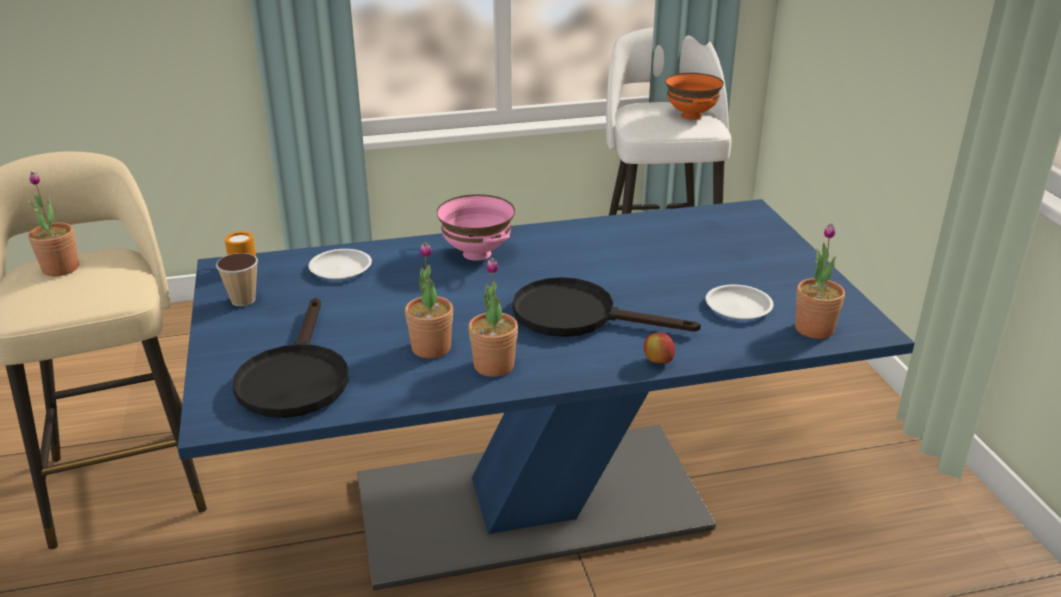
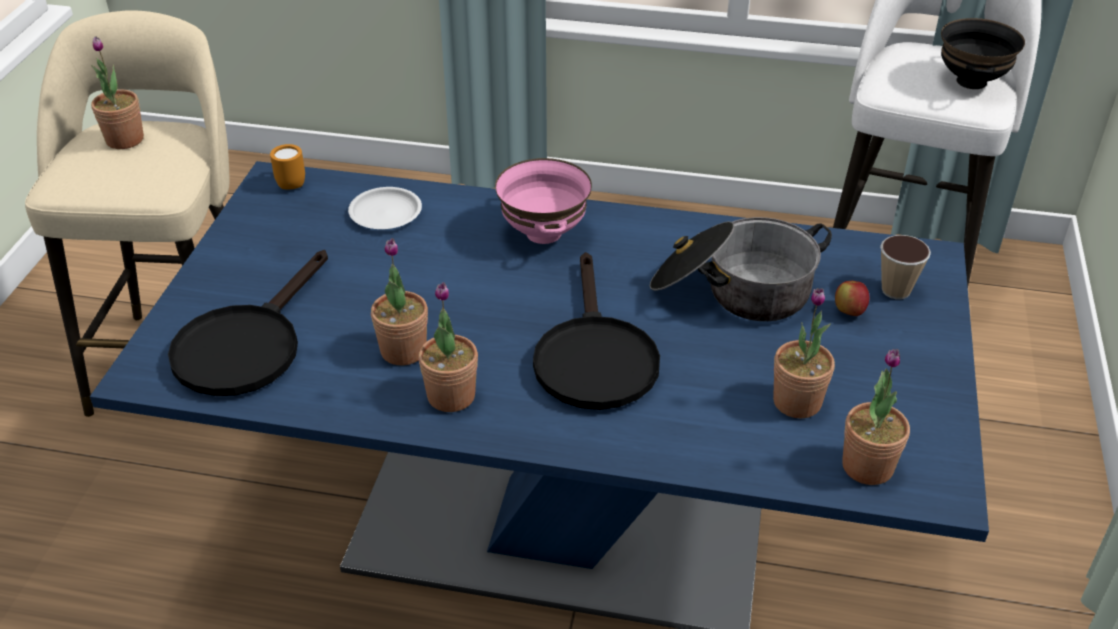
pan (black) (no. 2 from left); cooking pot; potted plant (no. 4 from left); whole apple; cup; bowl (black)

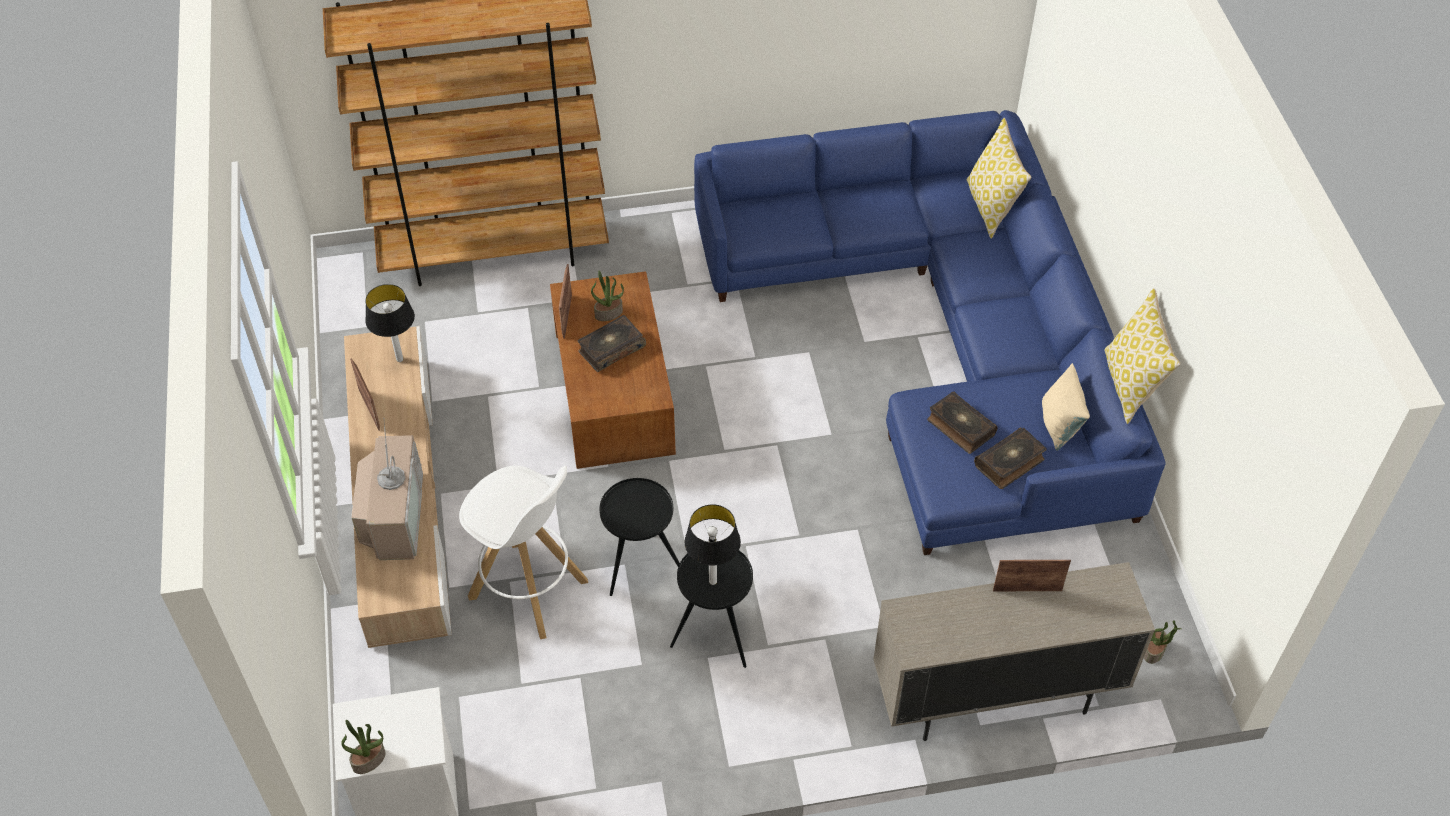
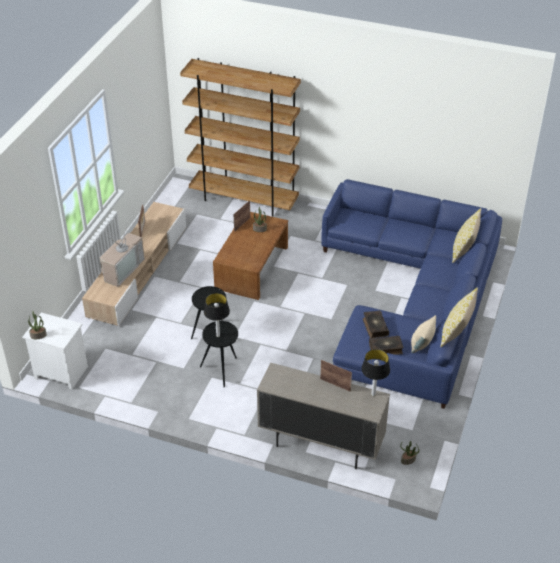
lamp for a table (no. 2 from left); sitting stool (white); book (no. 1 from left in the first image)

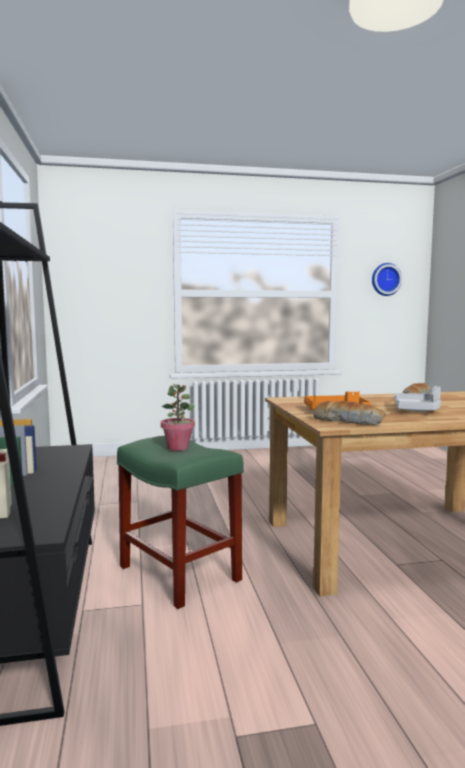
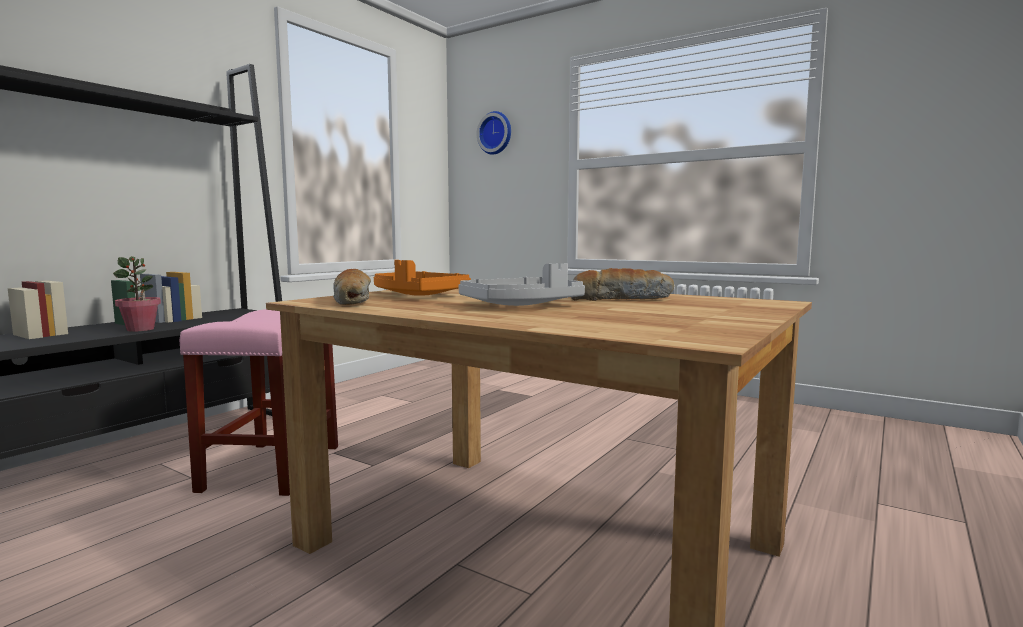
potted plant; sitting stool (pink-coloured); hanging clock

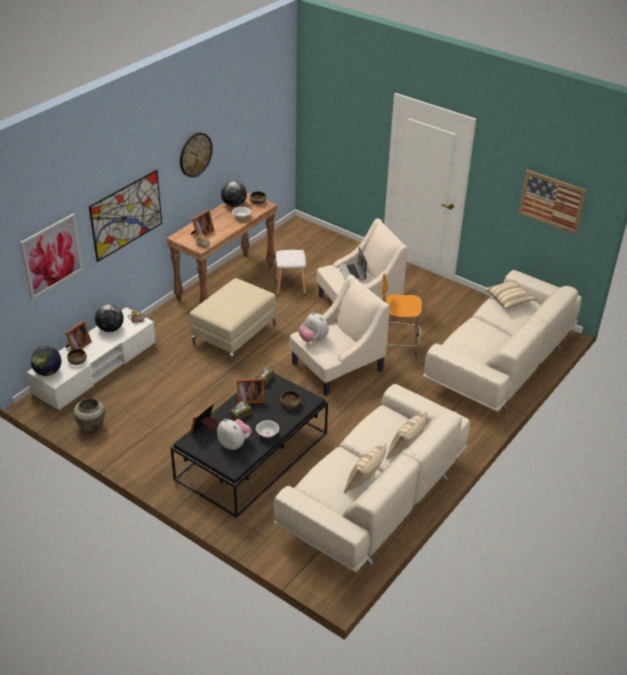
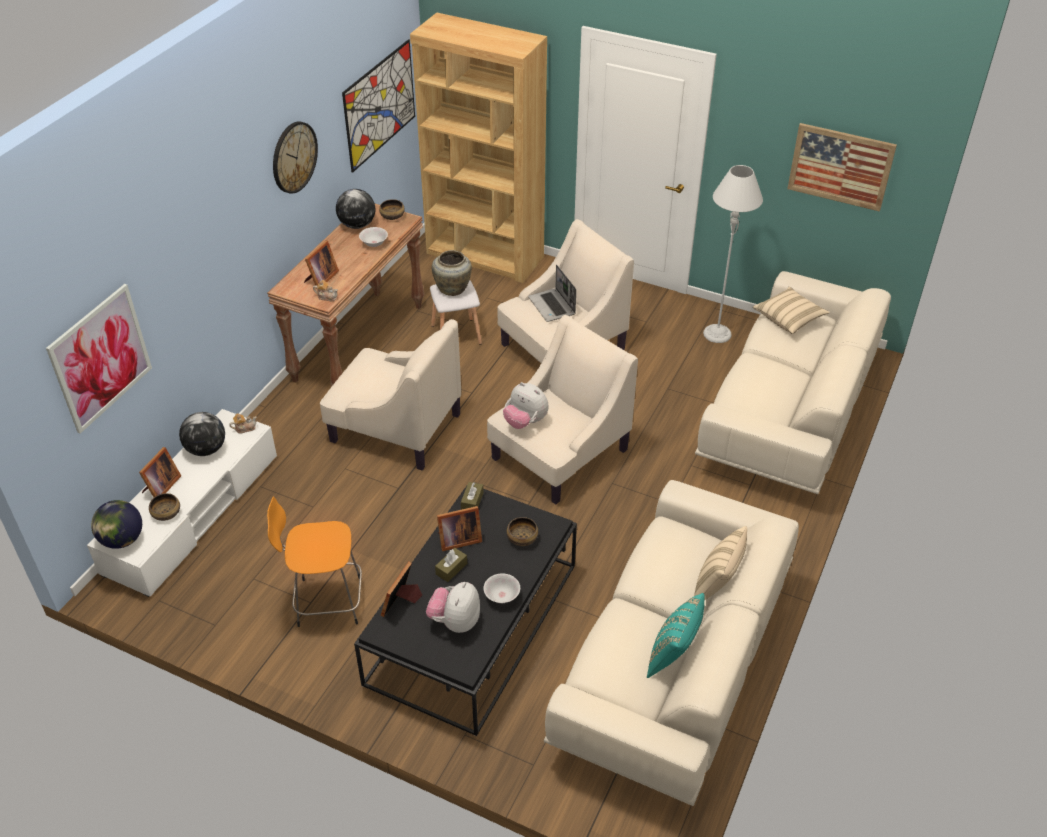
sitting stool (orange-coloured); easy chair (beige-coloured) (no. 1 from left); picture (no. 2 from left); shelving unit (brown-coloured); cuddly toy (no. 1 from left); flower vase (beige-coloured); throw pillow (blue-green); floor lamp (gray)

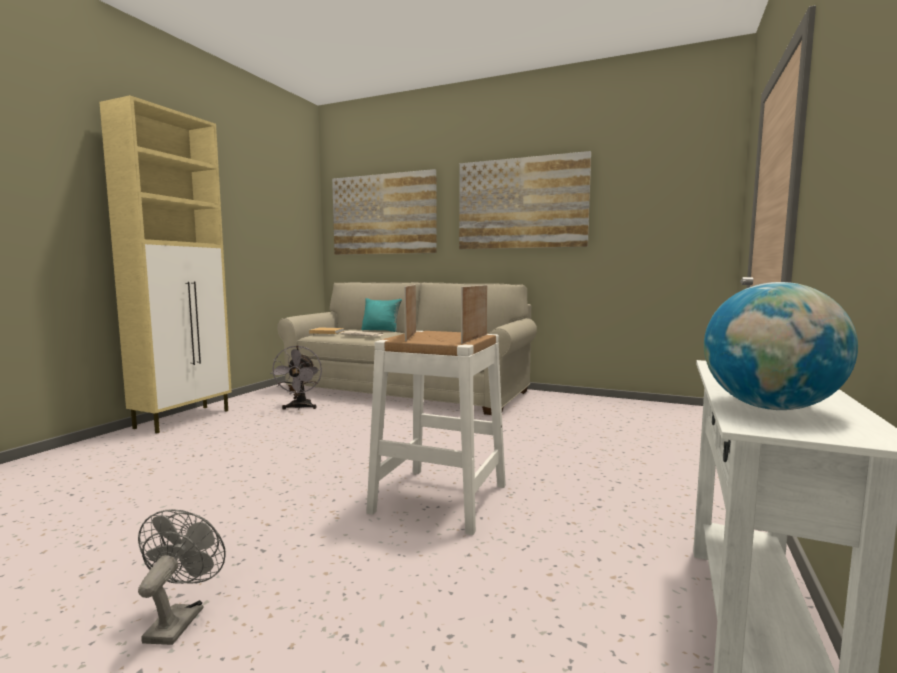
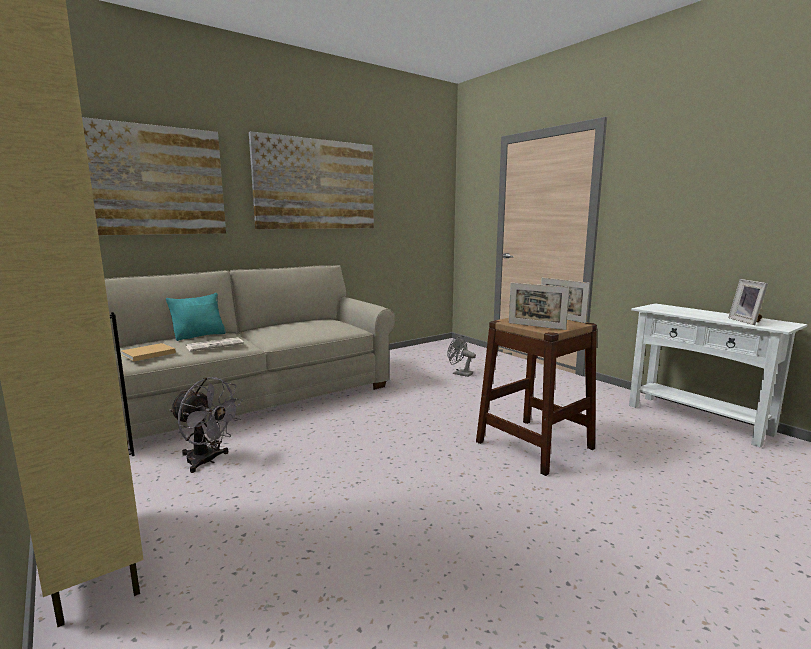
electric fan (gray) (no. 2 from left); sitting stool (brown-coloured); standing frame (no. 3 from left)

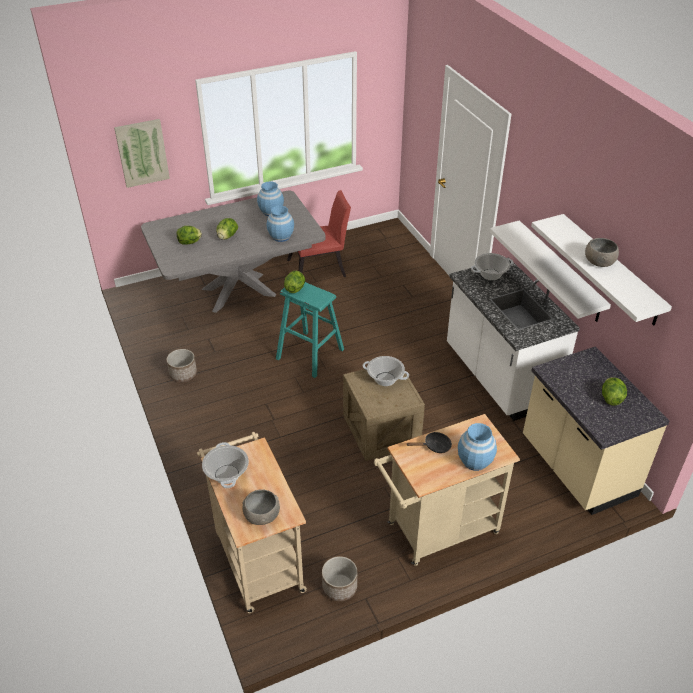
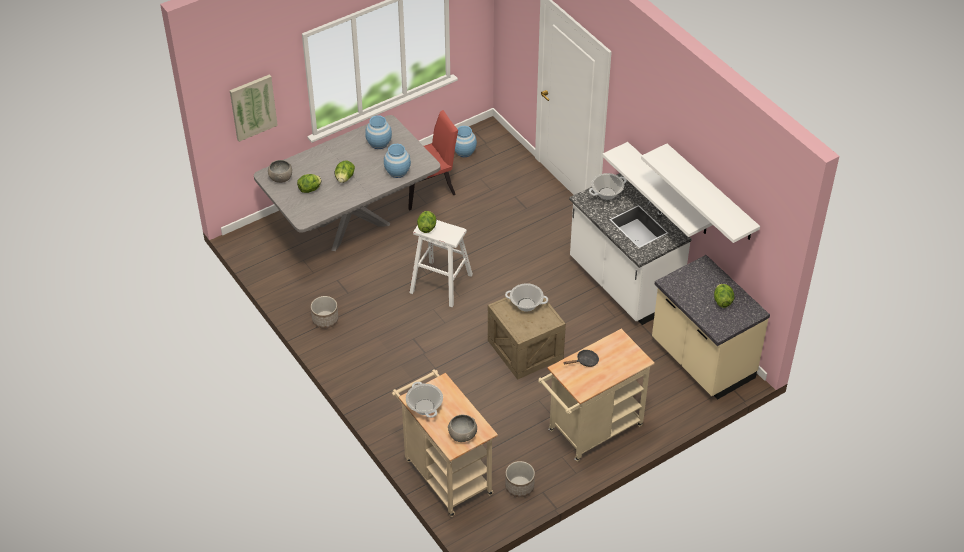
bowl (gray) (no. 1 from left); sitting stool (white); flower vase (blue) (no. 3 from left)

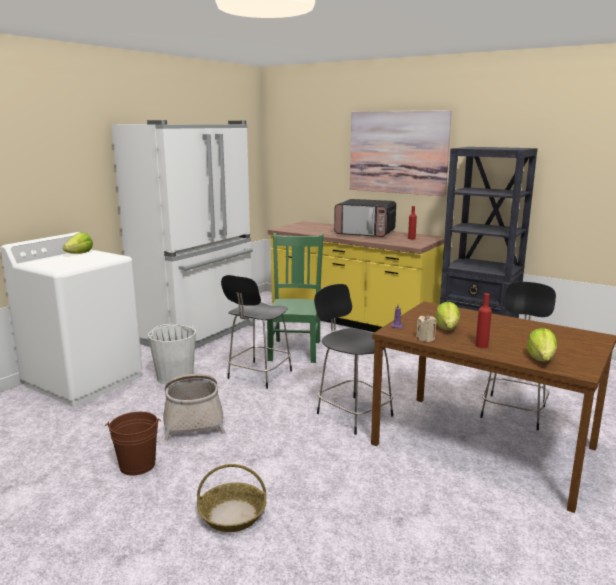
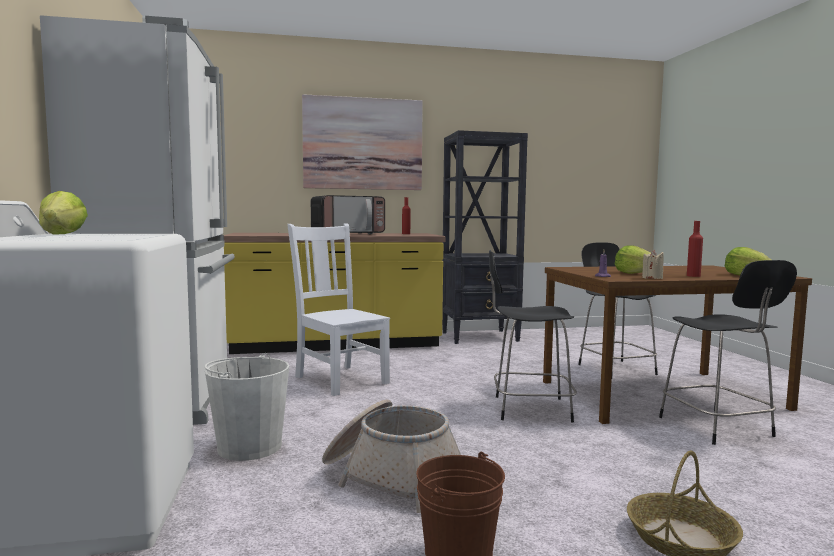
upright chair (white); sitting stool (black) (no. 3 from left)

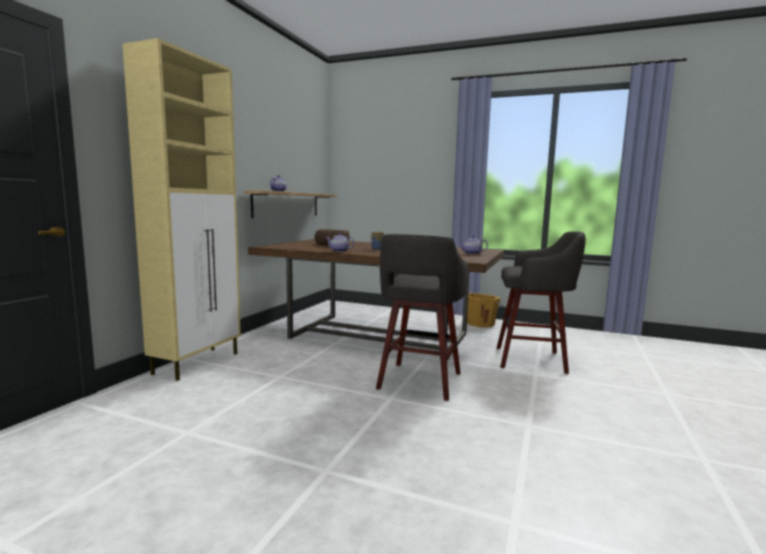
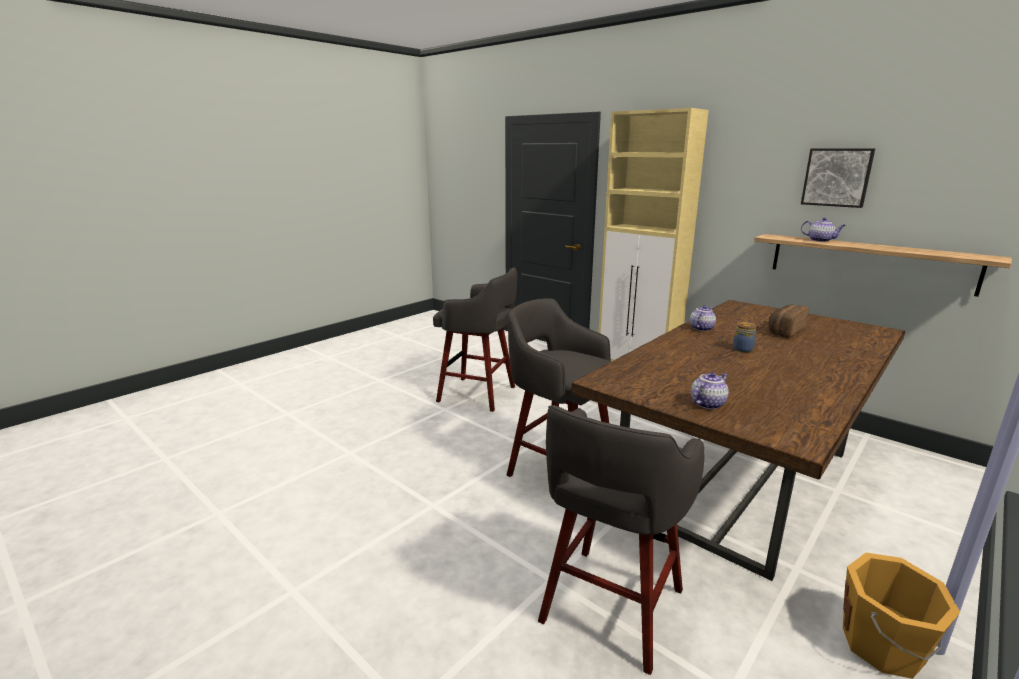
sitting stool (gray) (no. 1 from left); picture

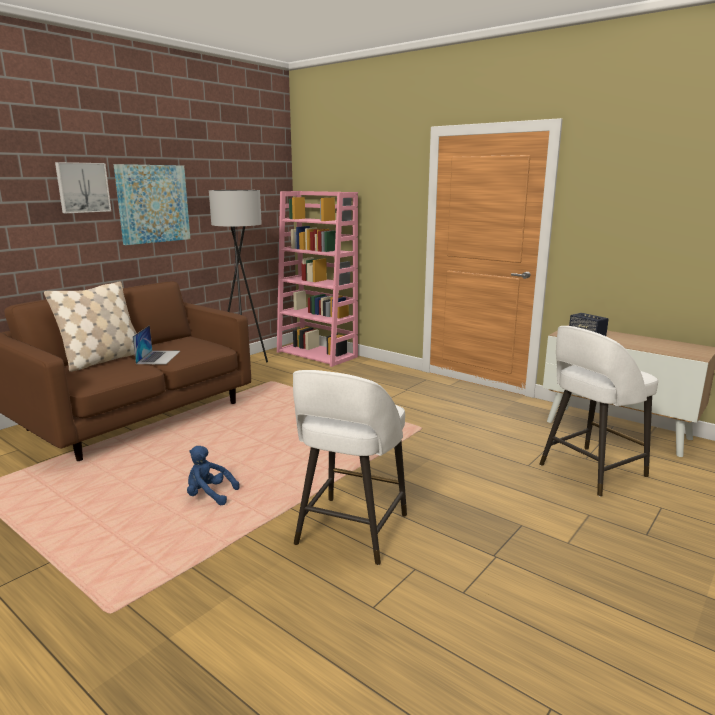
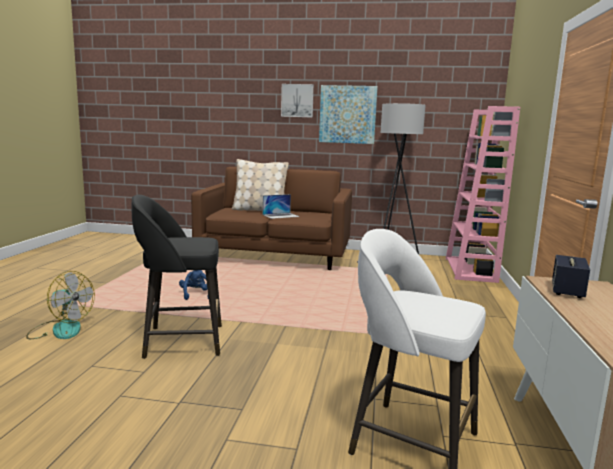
electric fan; sitting stool (black)

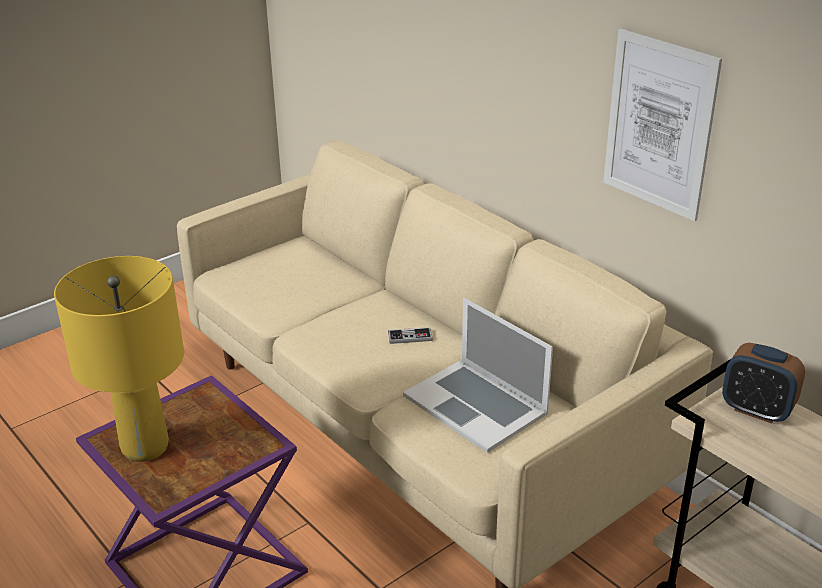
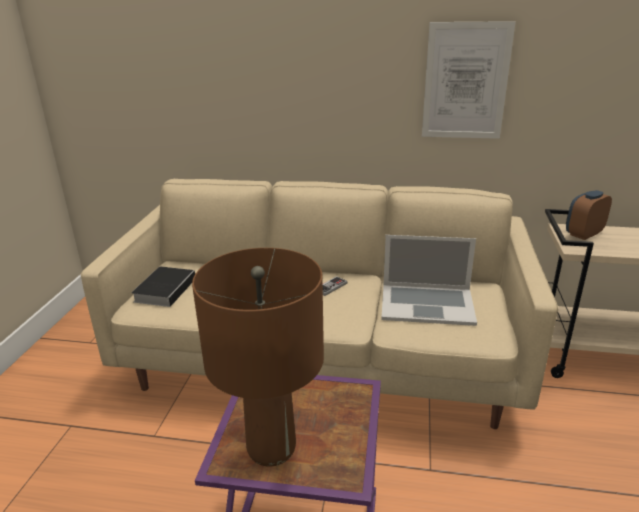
book; lamp for a table (brown-coloured); alarm clock

